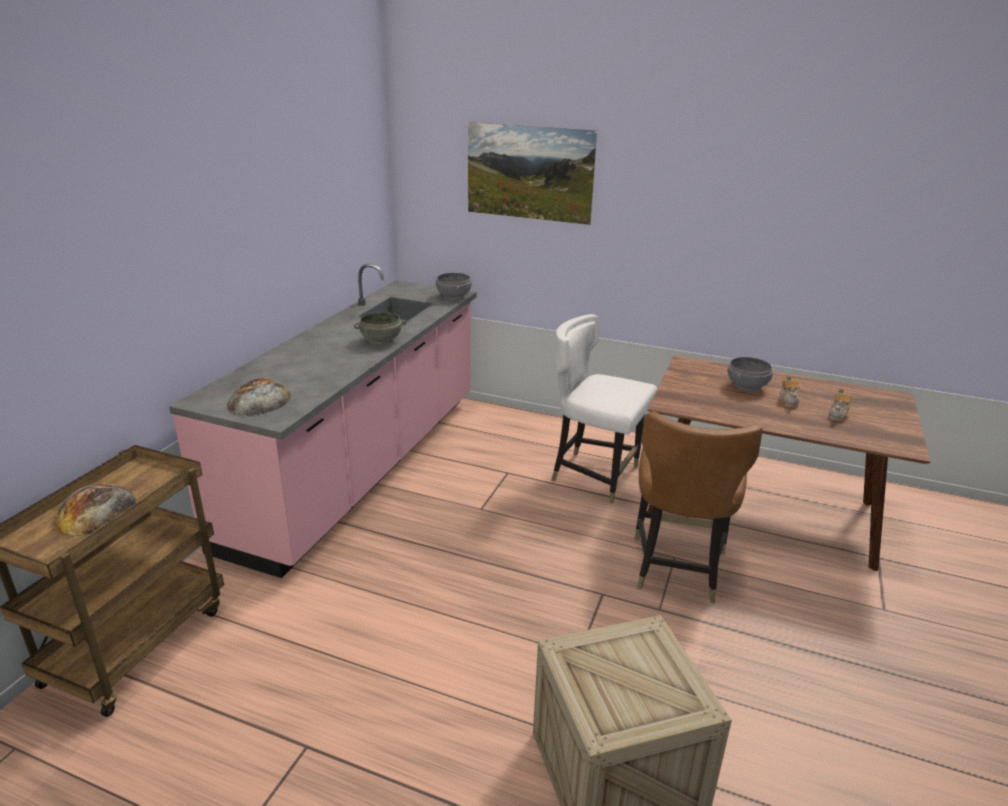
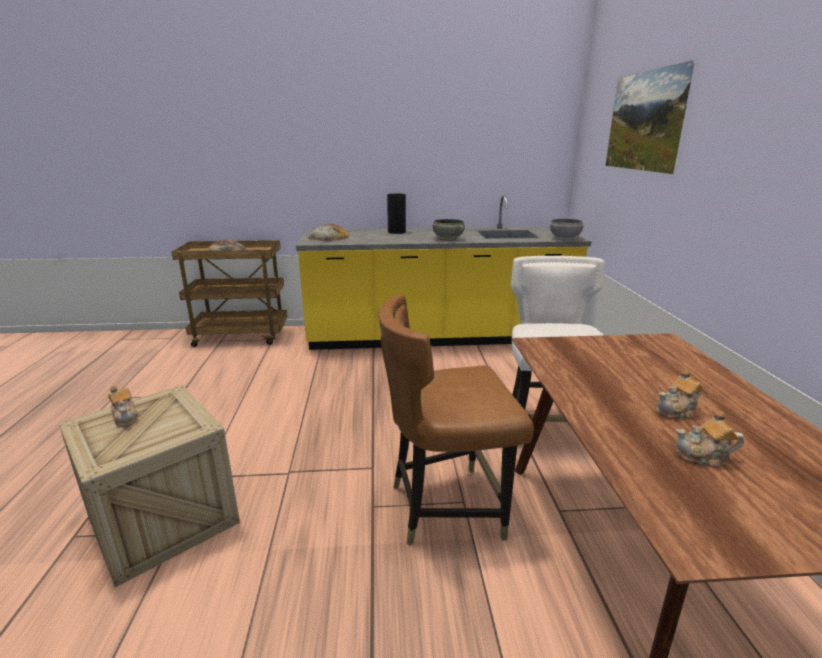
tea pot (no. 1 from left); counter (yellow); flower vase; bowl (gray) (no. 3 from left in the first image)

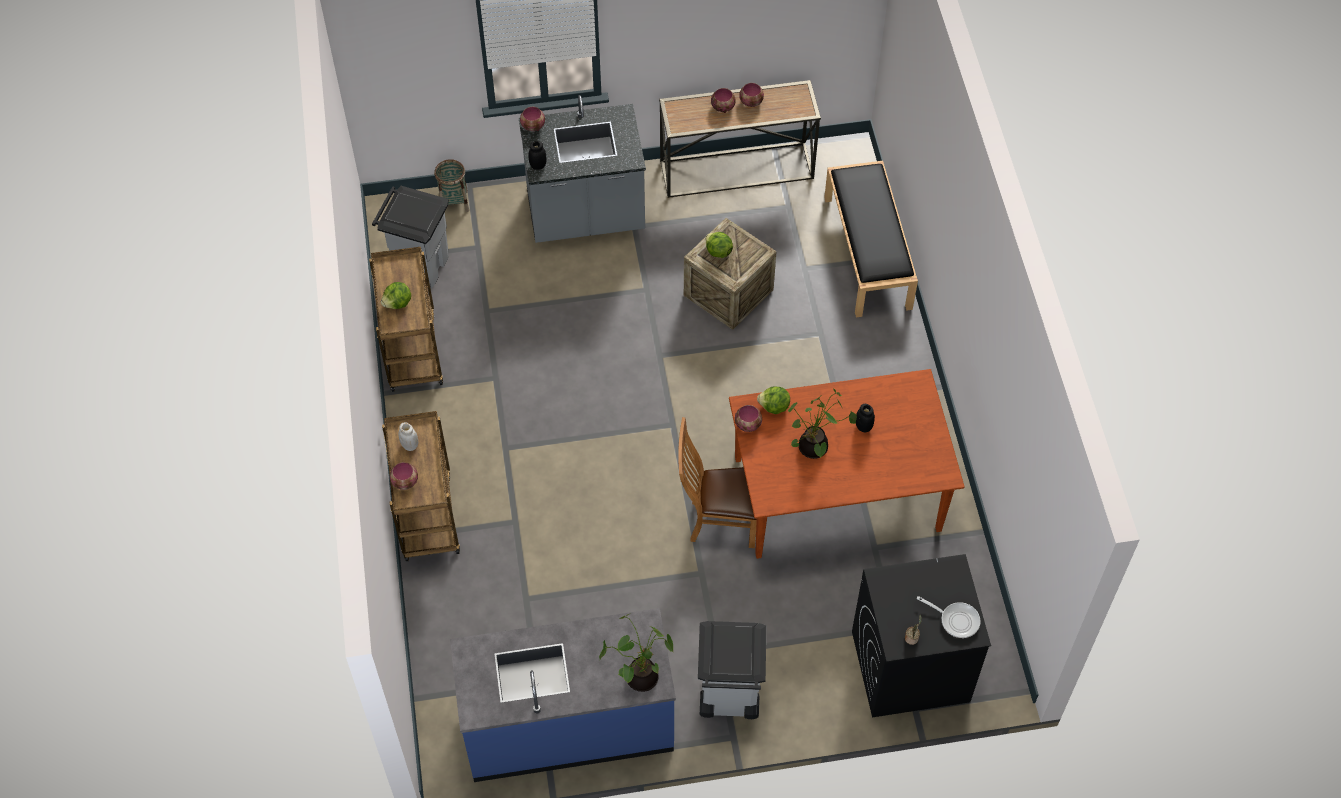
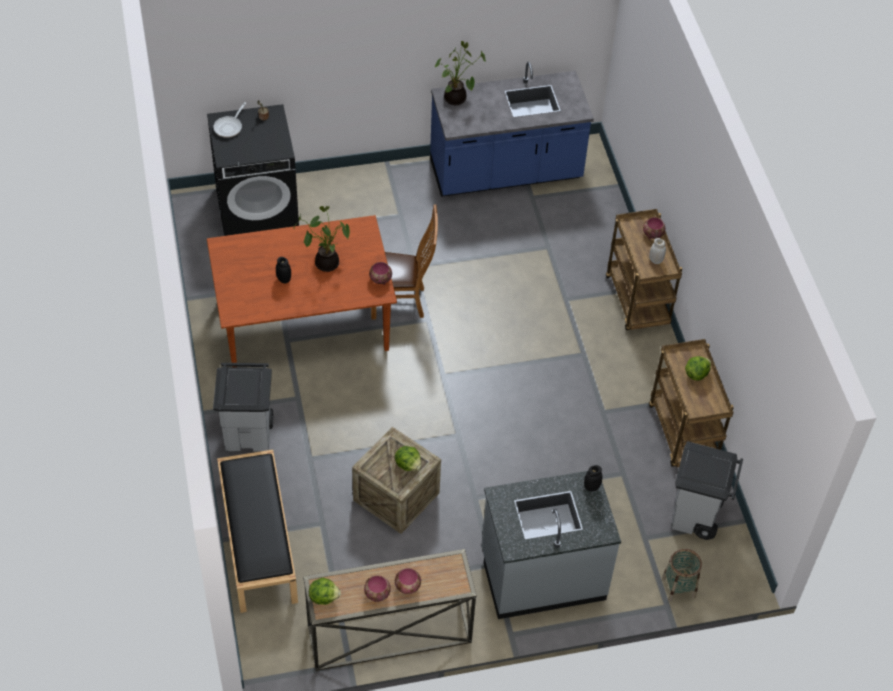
pan; waste bin (gray) (no. 1 from left); lettuce head (no. 1 from left); bowl (no. 2 from left in the first image)

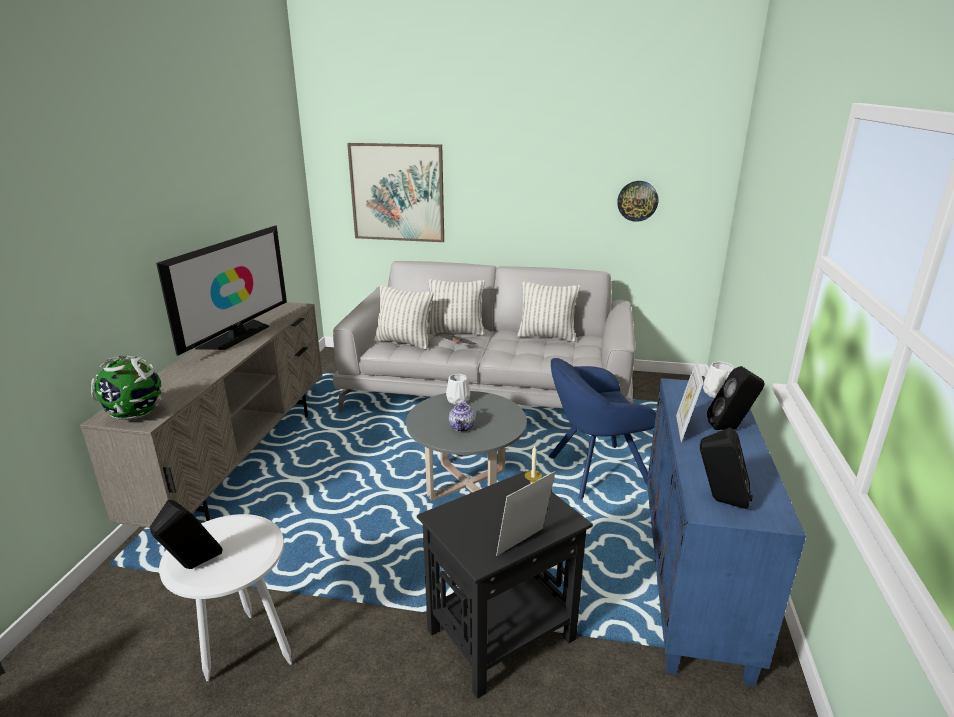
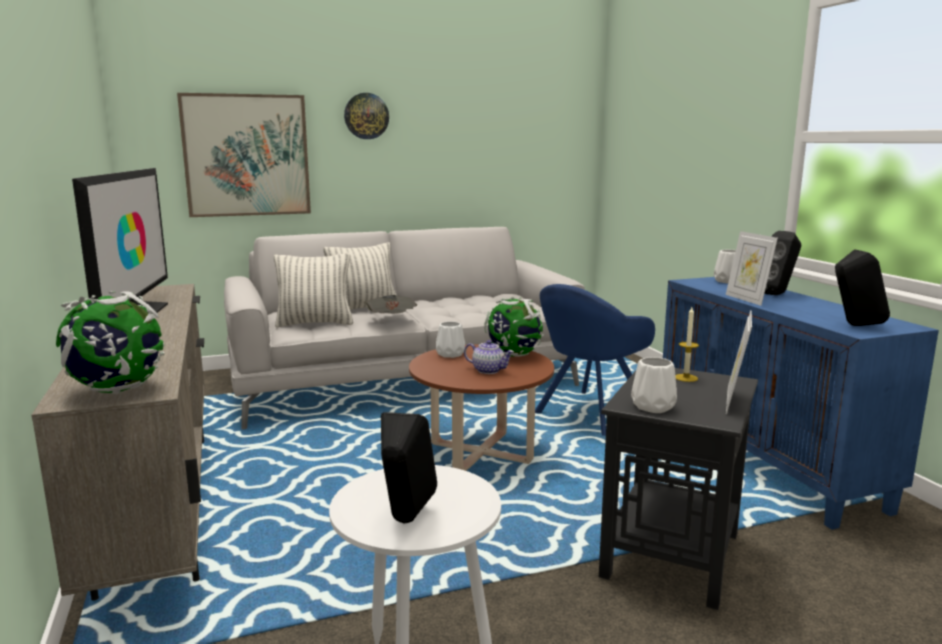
hanging clock; low table (brown-coloured); tea pot; globe (no. 2 from left); flower vase (white) (no. 2 from left); throw pillow (no. 3 from left in the first image)

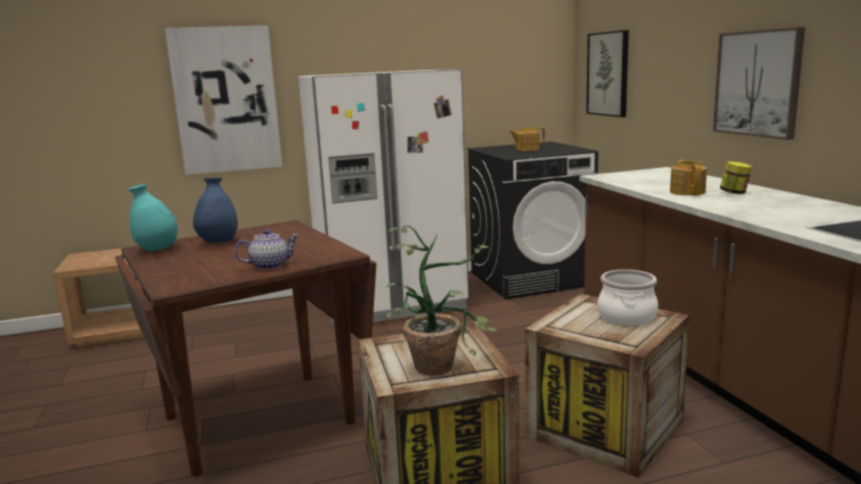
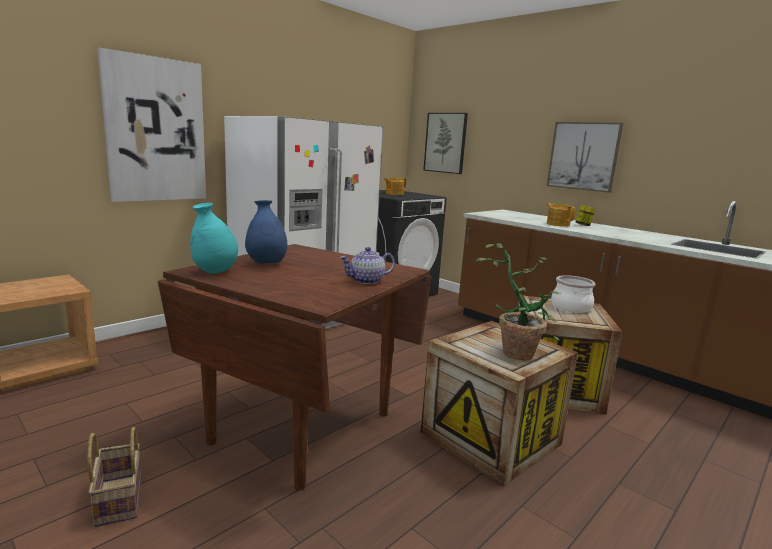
household basket; tea pot (no. 1 from left)

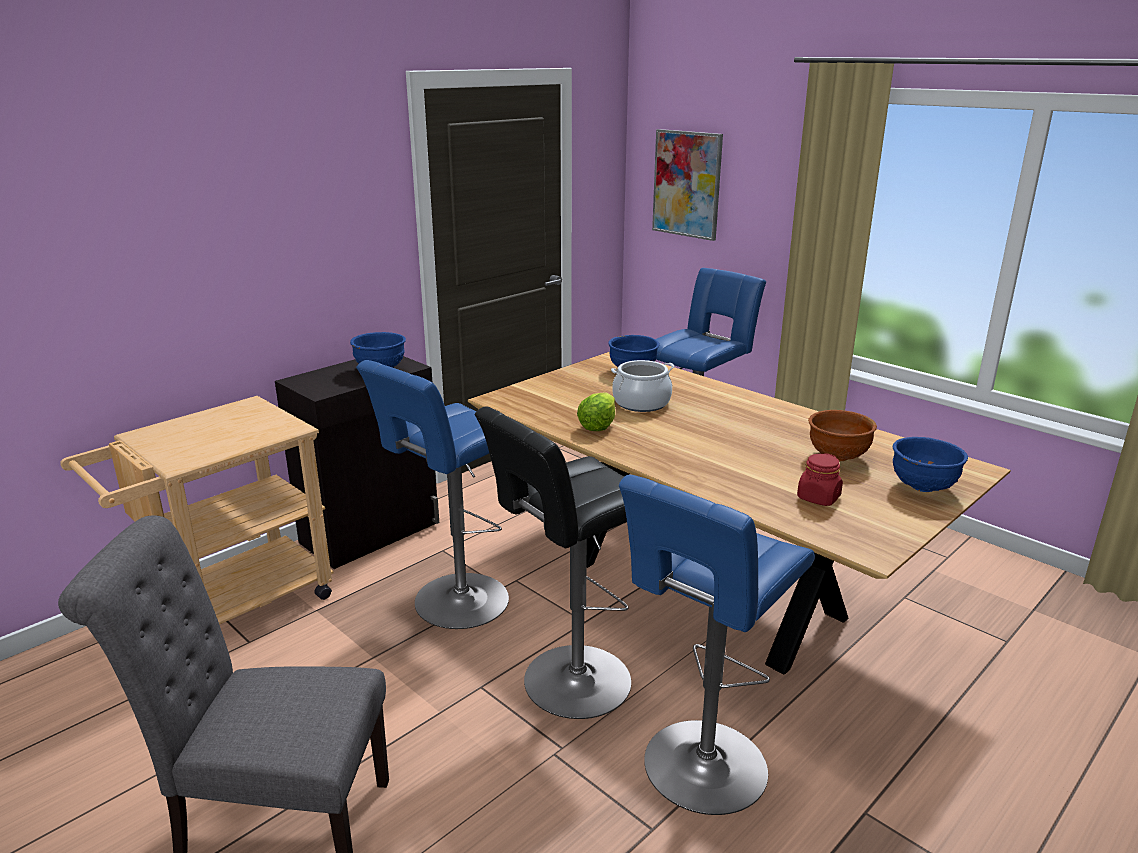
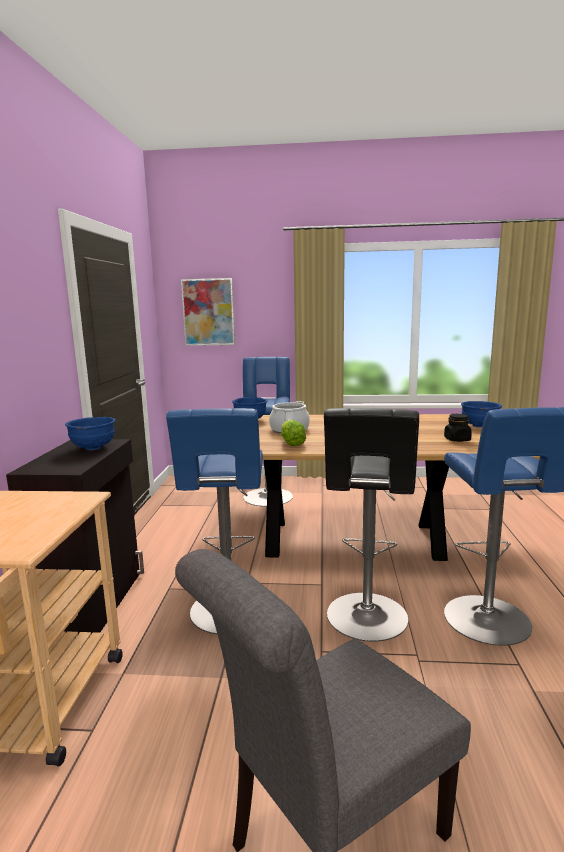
jar (black); bowl (brown-coloured)

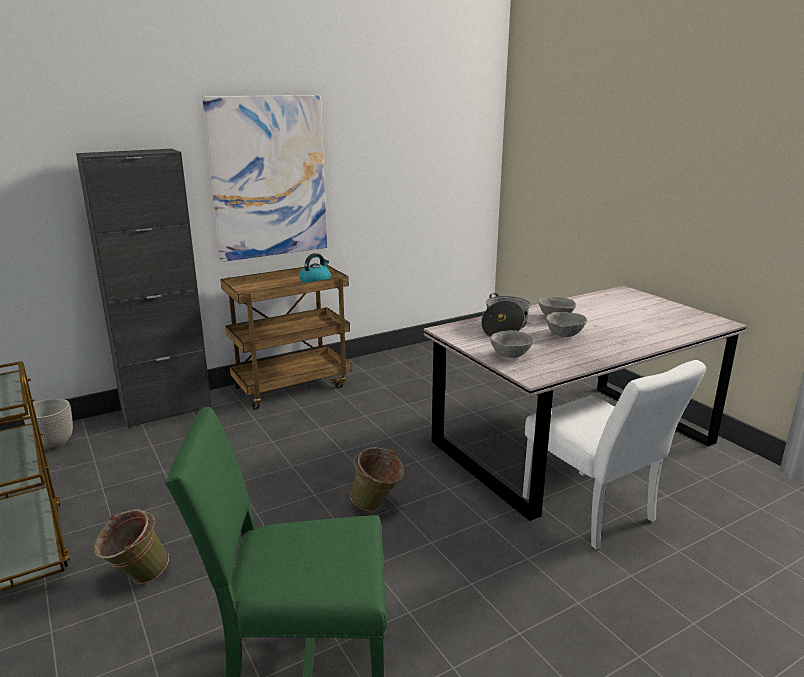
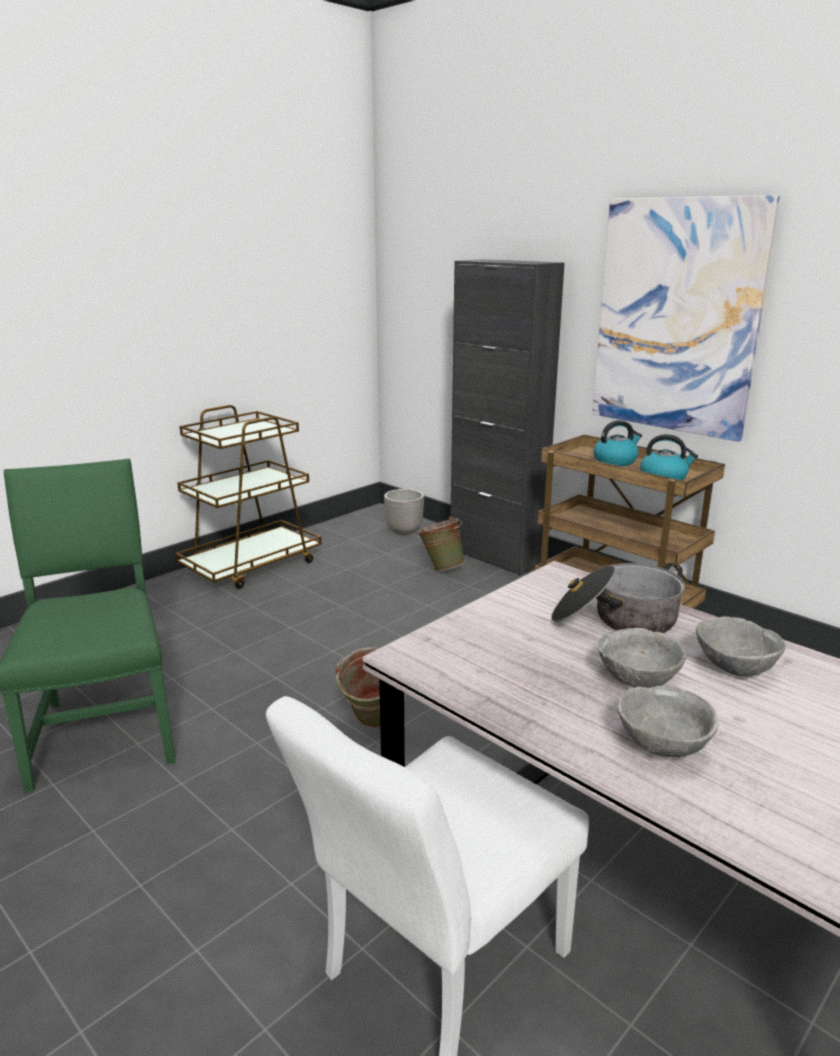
water bucket (greenish) (no. 2 from left); kettle (no. 1 from left); bowl (gray) (no. 2 from left)

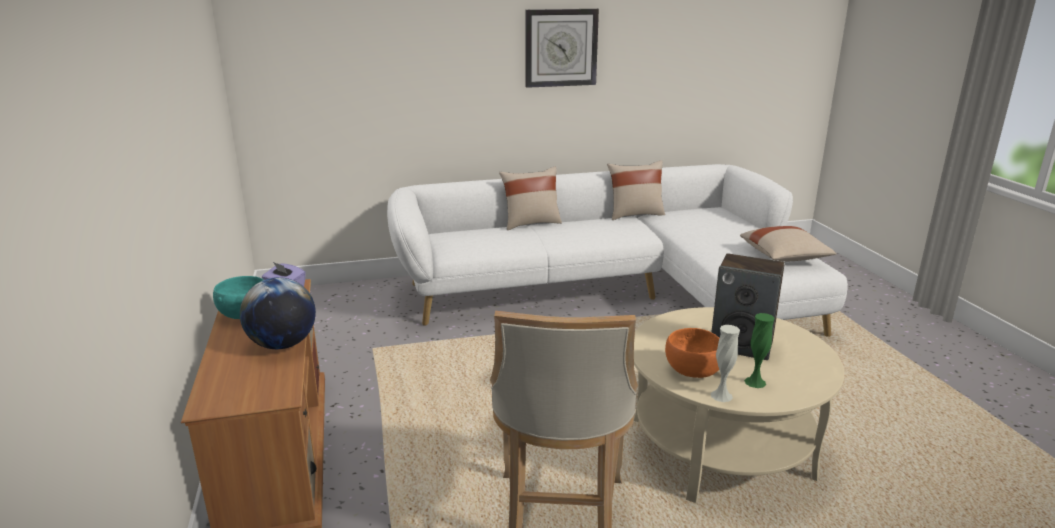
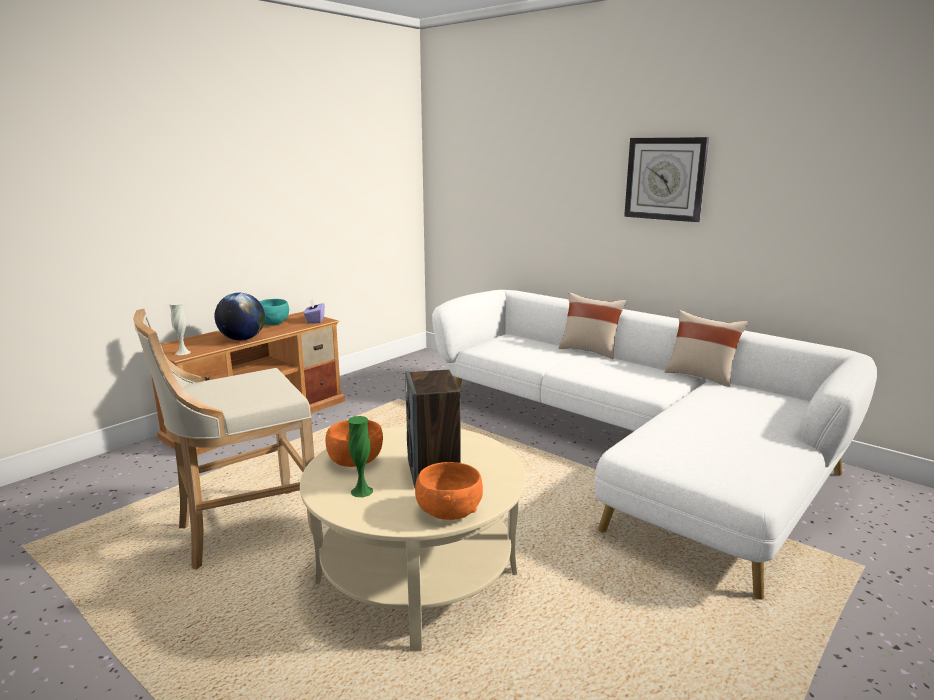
flower vase (white); bowl (orange-coloured) (no. 2 from left); throw pillow (beige-coloured) (no. 3 from left in the first image)

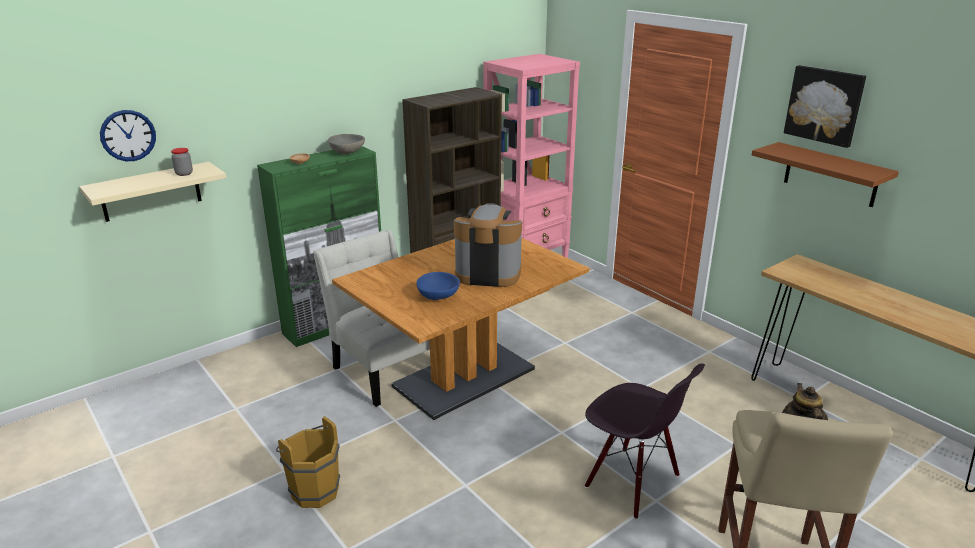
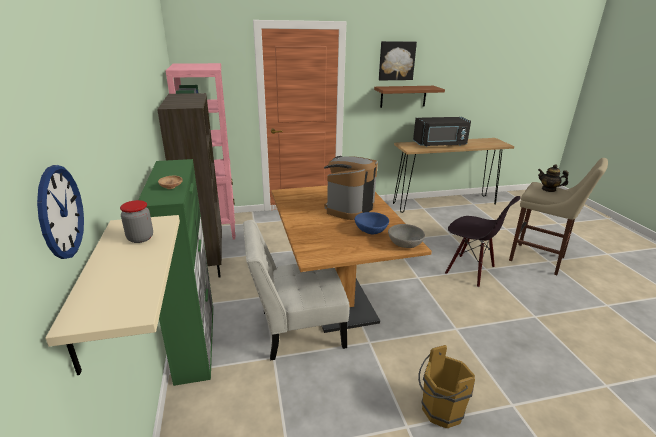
bowl (gray); microwave oven (black); upright chair (black)

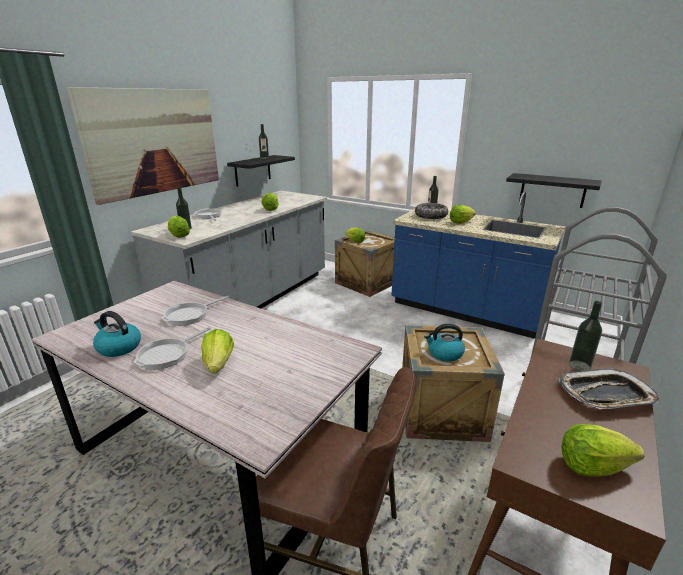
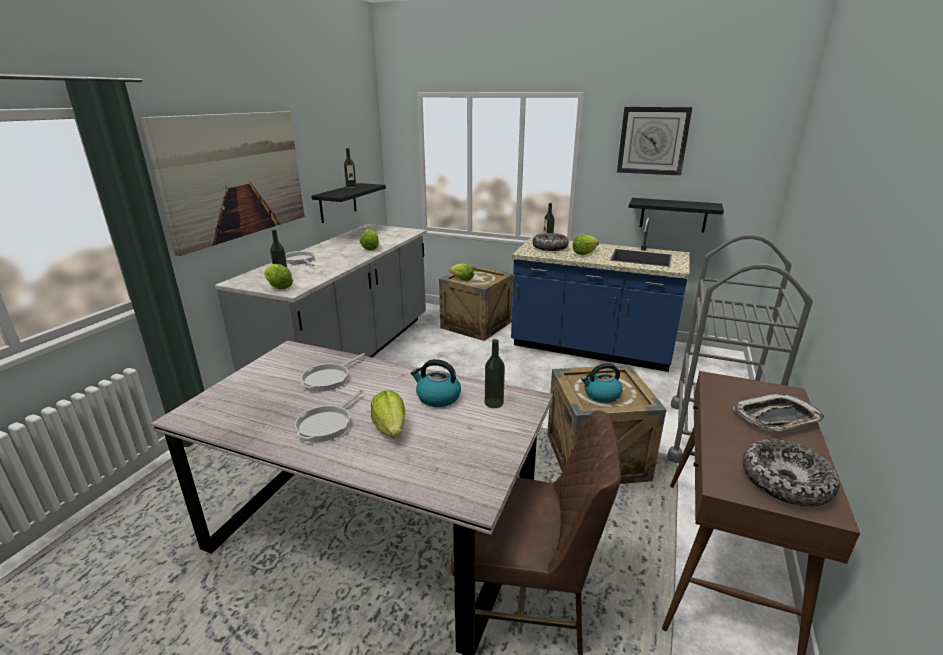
kettle (no. 1 from left); bottle (no. 3 from left); hanging clock; bowl (no. 2 from left)

